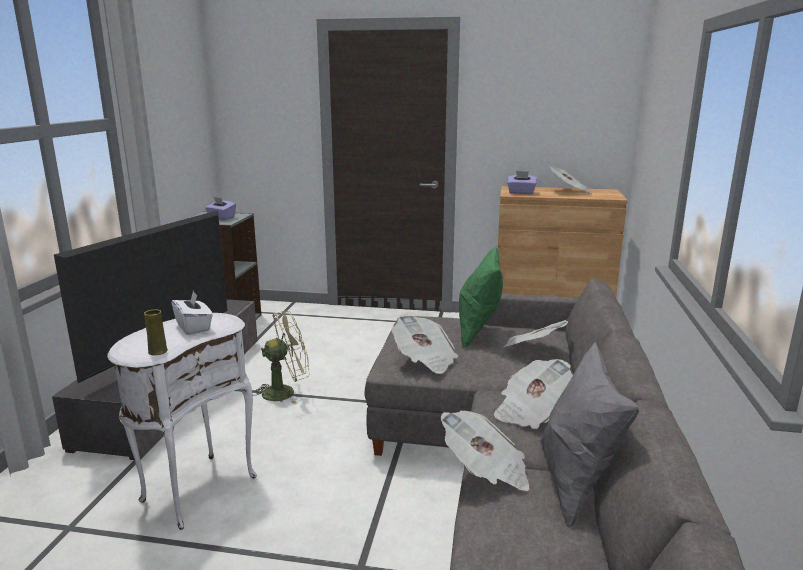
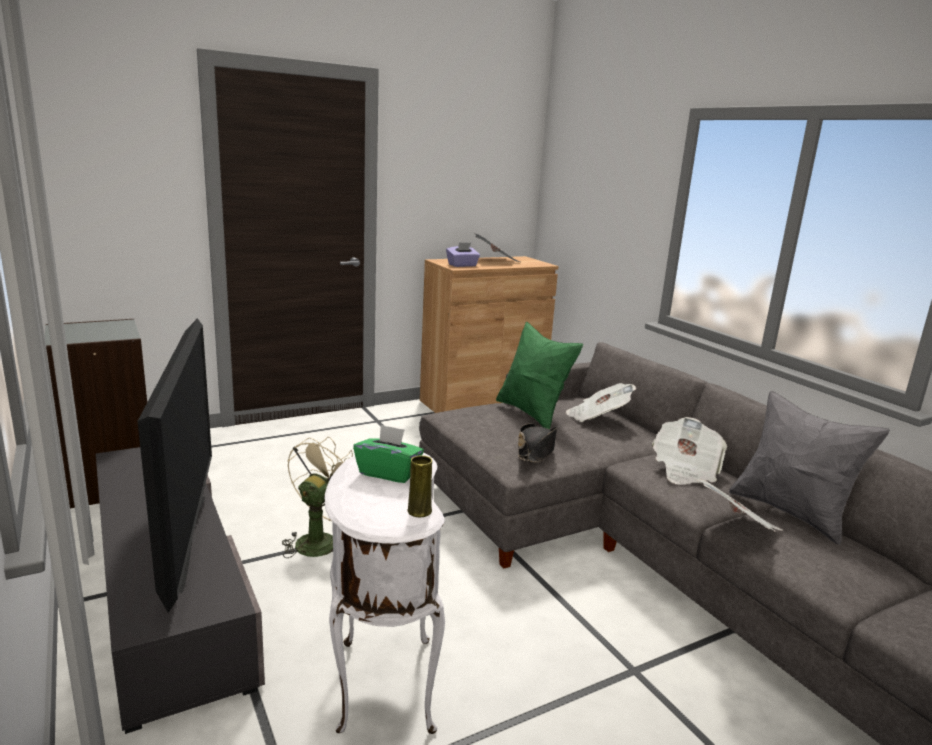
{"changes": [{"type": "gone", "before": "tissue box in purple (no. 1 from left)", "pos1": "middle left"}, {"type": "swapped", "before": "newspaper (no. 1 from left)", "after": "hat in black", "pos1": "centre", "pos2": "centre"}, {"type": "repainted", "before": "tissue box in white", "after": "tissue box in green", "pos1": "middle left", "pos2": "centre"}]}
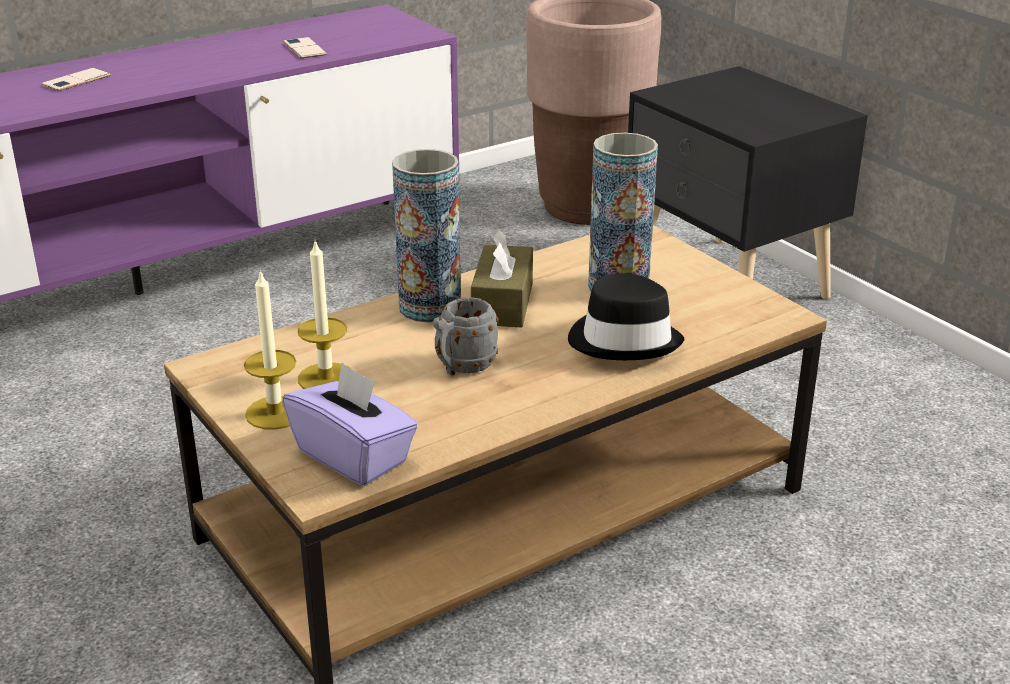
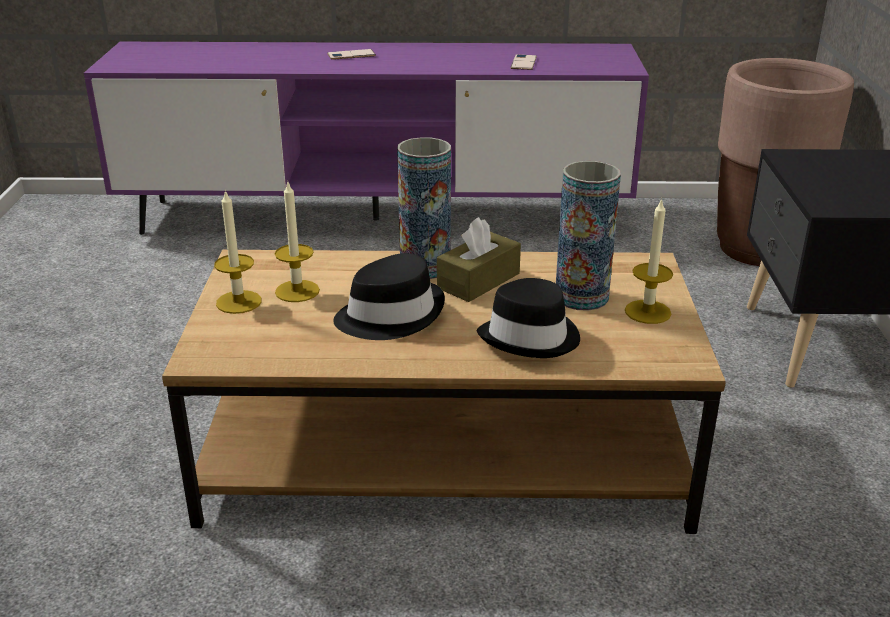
{"changes": [{"type": "gone", "before": "tissue box in purple", "pos1": "centre"}, {"type": "new", "after": "candle (no. 3 from left)", "pos2": "middle right"}, {"type": "swapped", "before": "mug in grey", "after": "hat in black (no. 1 from left)", "pos1": "centre", "pos2": "centre"}]}
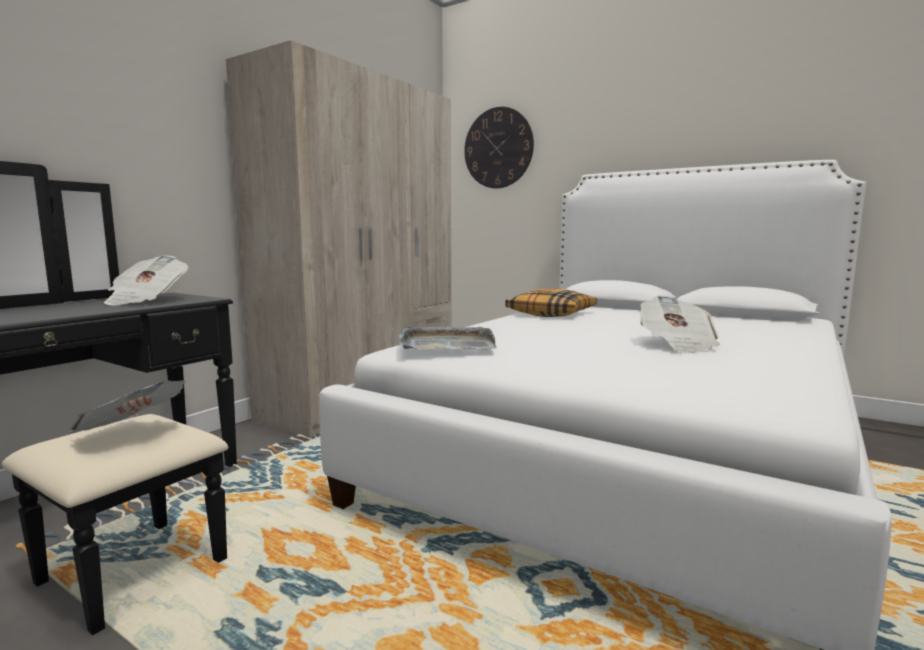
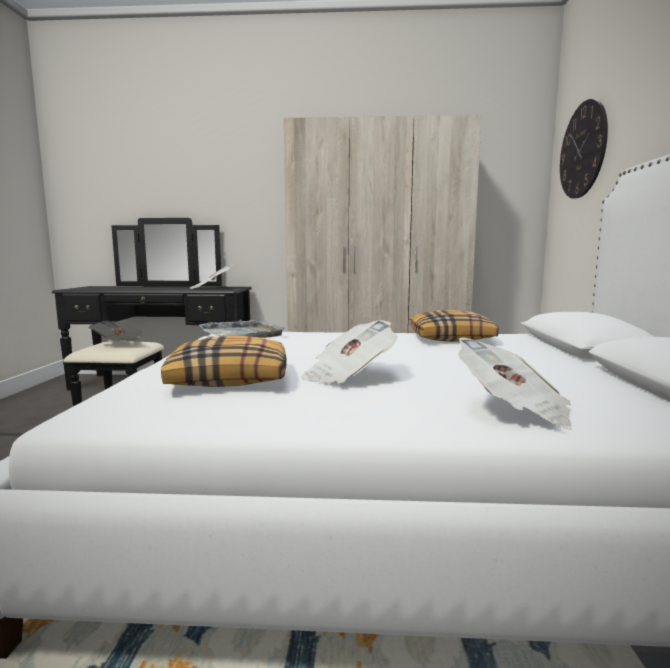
{"changes": [{"type": "new", "after": "pillow (no. 1 from left)", "pos2": "centre"}, {"type": "new", "after": "newspaper (no. 4 from left)", "pos2": "middle right"}]}
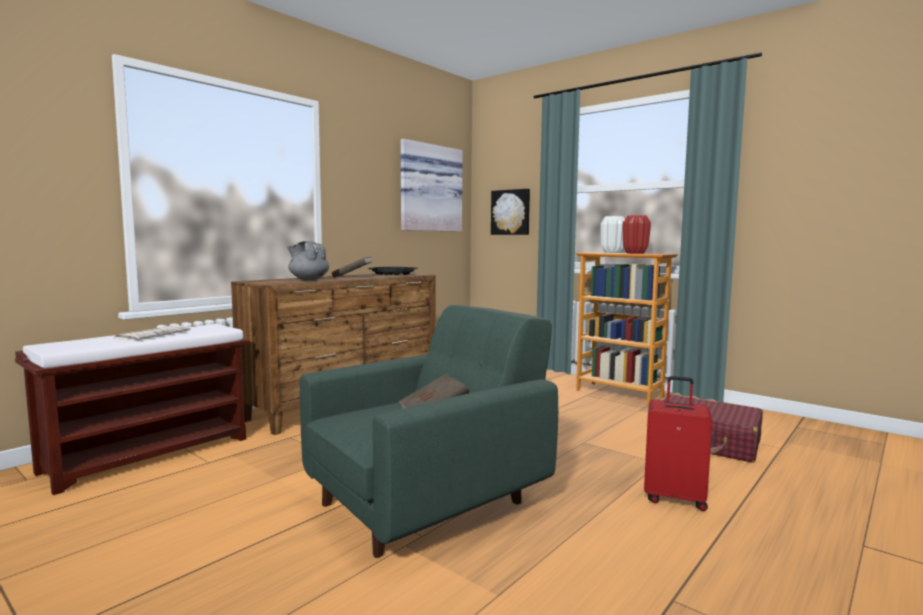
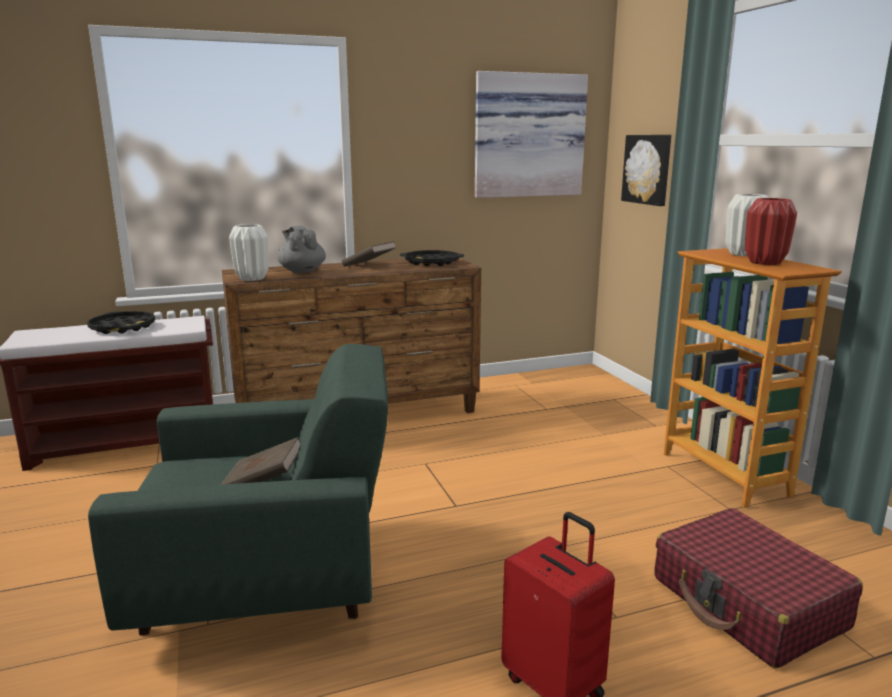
{"changes": [{"type": "new", "after": "vase in white (no. 1 from left)", "pos2": "middle left"}, {"type": "swapped", "before": "newspaper", "after": "tray in black (no. 1 from left)", "pos1": "middle left", "pos2": "middle left"}]}
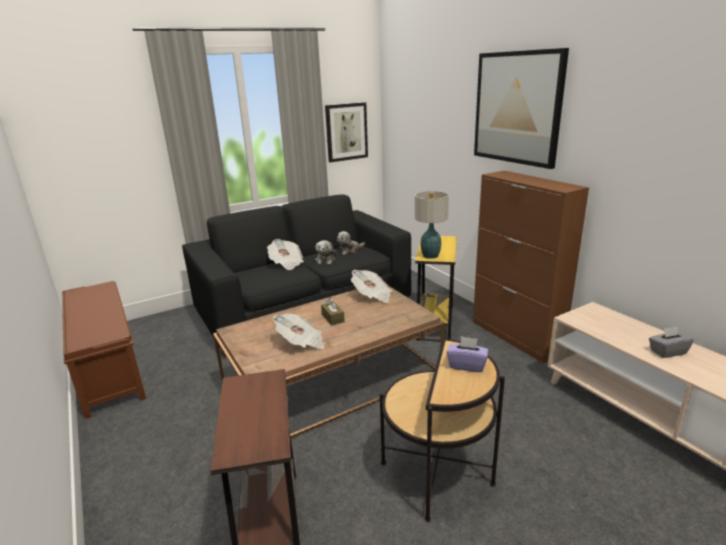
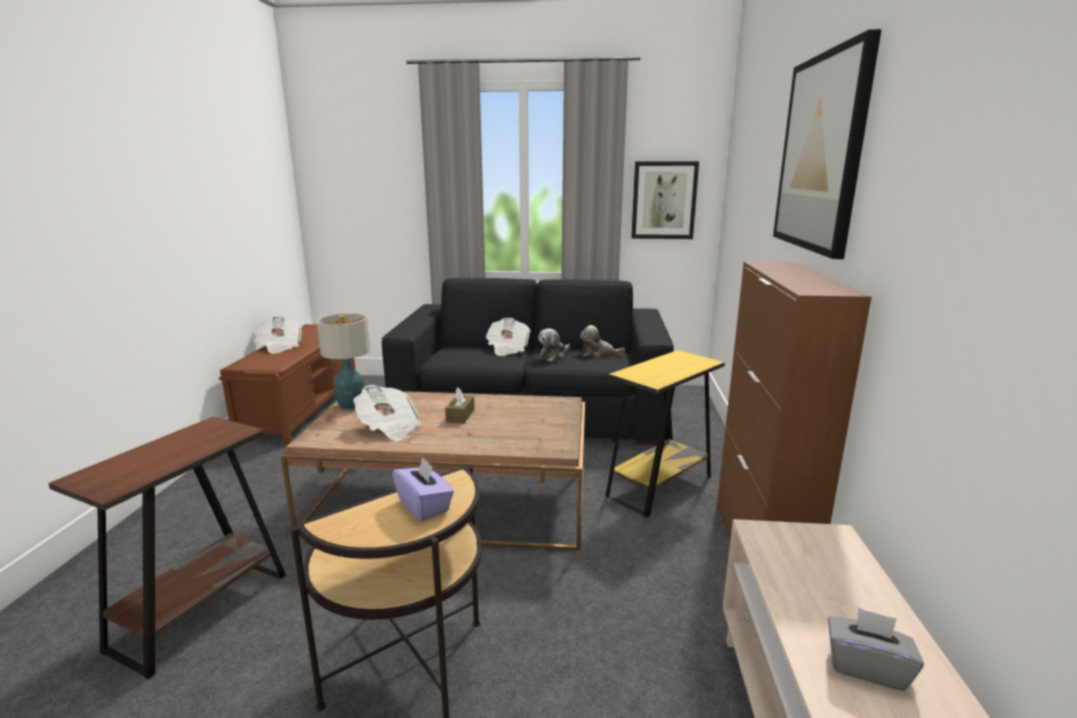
{"changes": [{"type": "shifted", "before": "newspaper (no. 3 from left in the first image)", "after": "newspaper (no. 1 from left)", "pos1": "centre", "pos2": "middle left"}, {"type": "shifted", "before": "table lamp", "pos1": "centre", "pos2": "middle left"}]}
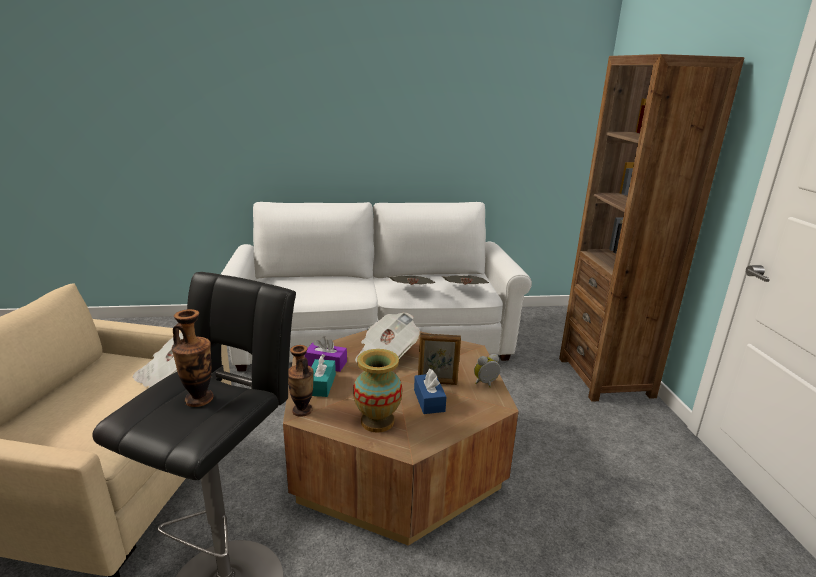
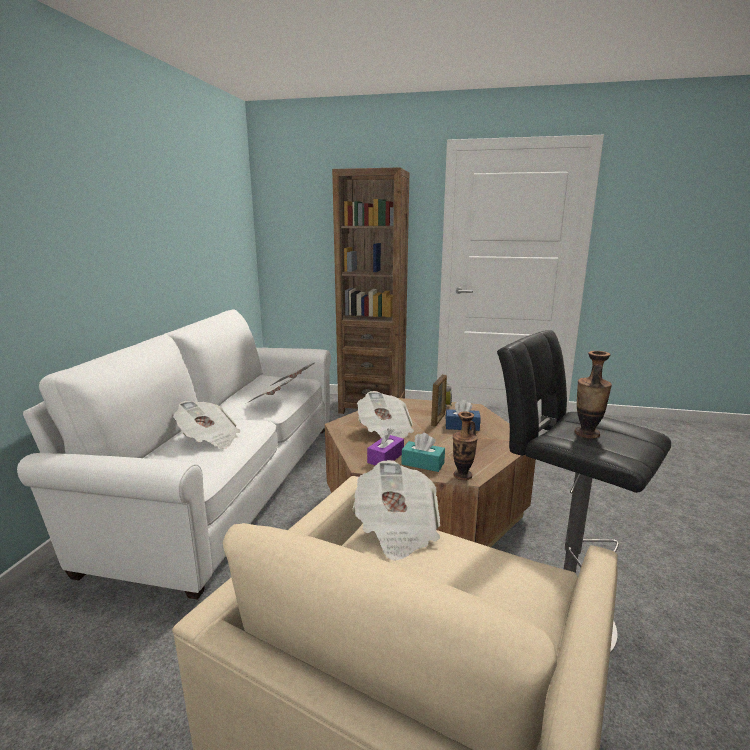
{"changes": [{"type": "gone", "before": "vase (no. 3 from left)", "pos1": "bottom centre"}, {"type": "new", "after": "newspaper (no. 1 from left)", "pos2": "middle left"}]}
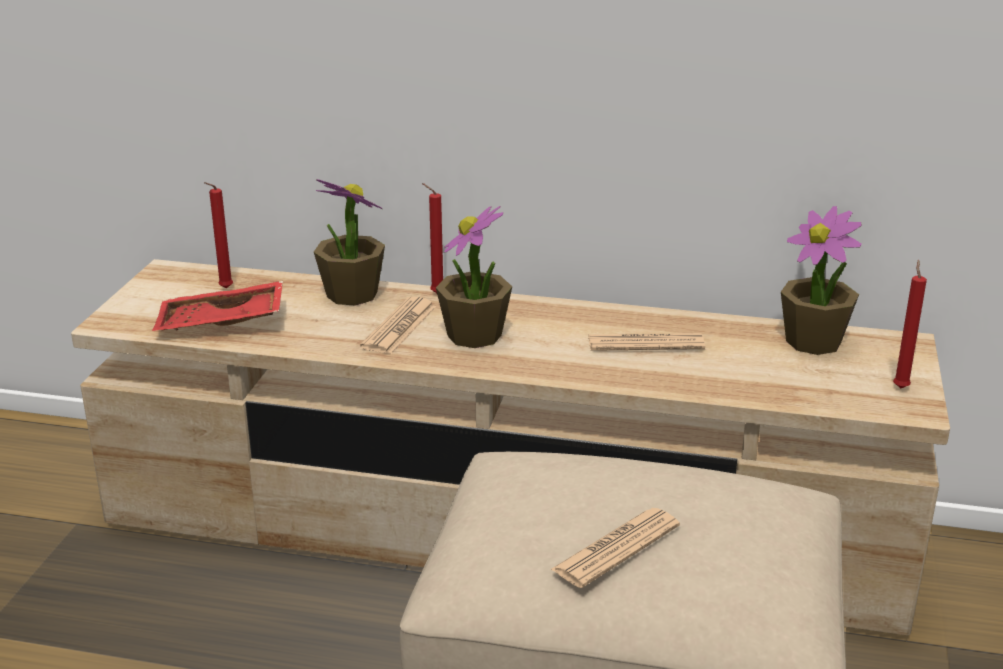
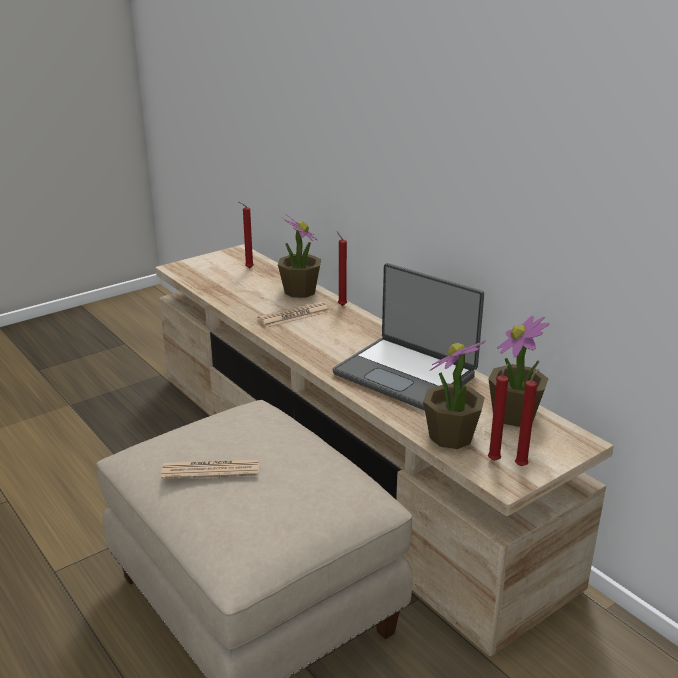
{"changes": [{"type": "gone", "before": "tray in red", "pos1": "middle left"}, {"type": "new", "after": "candle in red (no. 3 from left)", "pos2": "middle right"}, {"type": "shifted", "before": "potted plant (no. 2 from left)", "pos1": "centre", "pos2": "middle right"}, {"type": "swapped", "before": "newspaper (no. 3 from left)", "after": "laptop", "pos1": "centre", "pos2": "centre"}]}
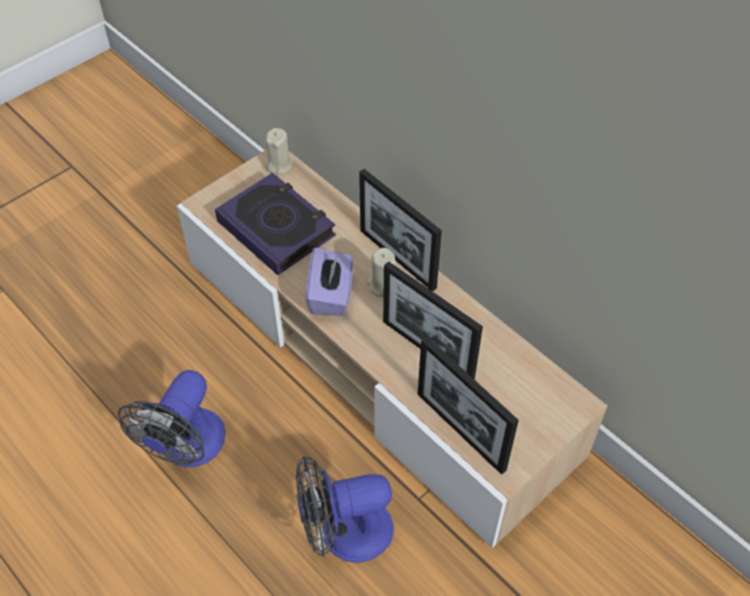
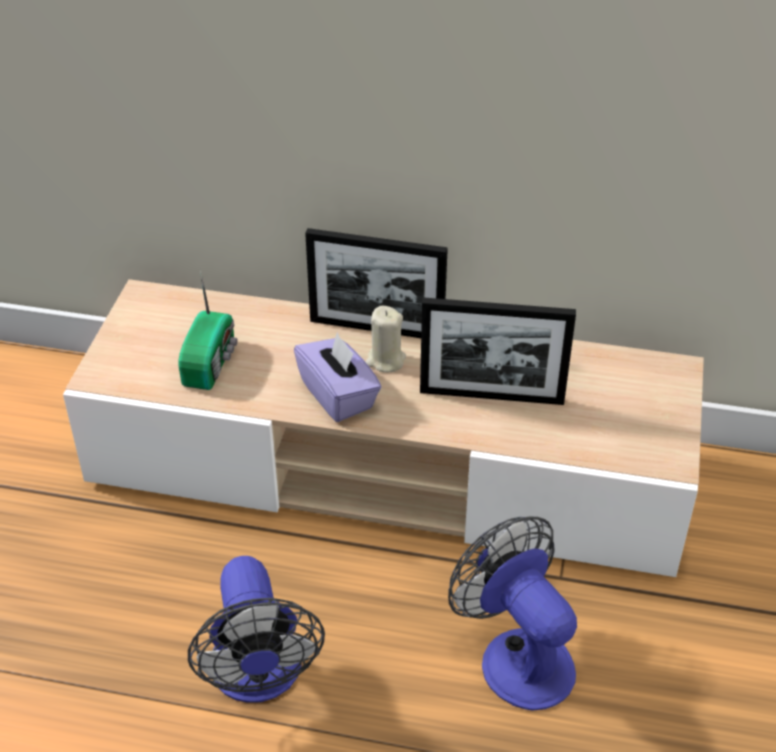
{"changes": [{"type": "gone", "before": "candle in beige (no. 1 from left)", "pos1": "top centre"}, {"type": "gone", "before": "picture frame (no. 3 from left)", "pos1": "bottom centre"}, {"type": "swapped", "before": "book", "after": "radio", "pos1": "centre", "pos2": "middle left"}, {"type": "rotated", "before": "fan (no. 2 from left)", "pos1": "bottom centre", "pos2": "bottom centre", "turn": 105}]}
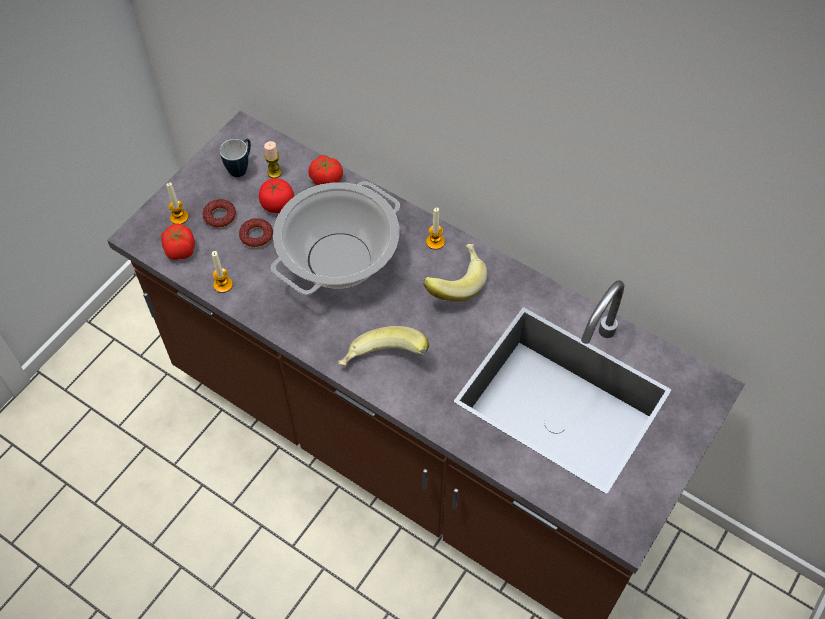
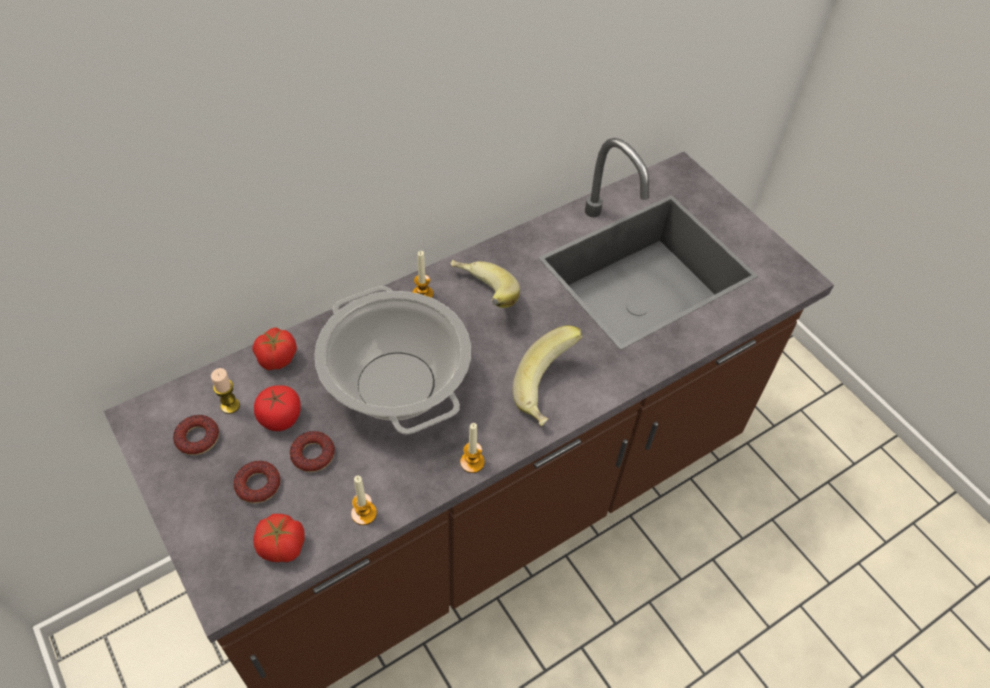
{"changes": [{"type": "shifted", "before": "candle (no. 1 from left in the first image)", "after": "candle (no. 4 from left)", "pos1": "top left", "pos2": "centre"}, {"type": "swapped", "before": "mug", "after": "donut (no. 1 from left)", "pos1": "top left", "pos2": "middle left"}]}
